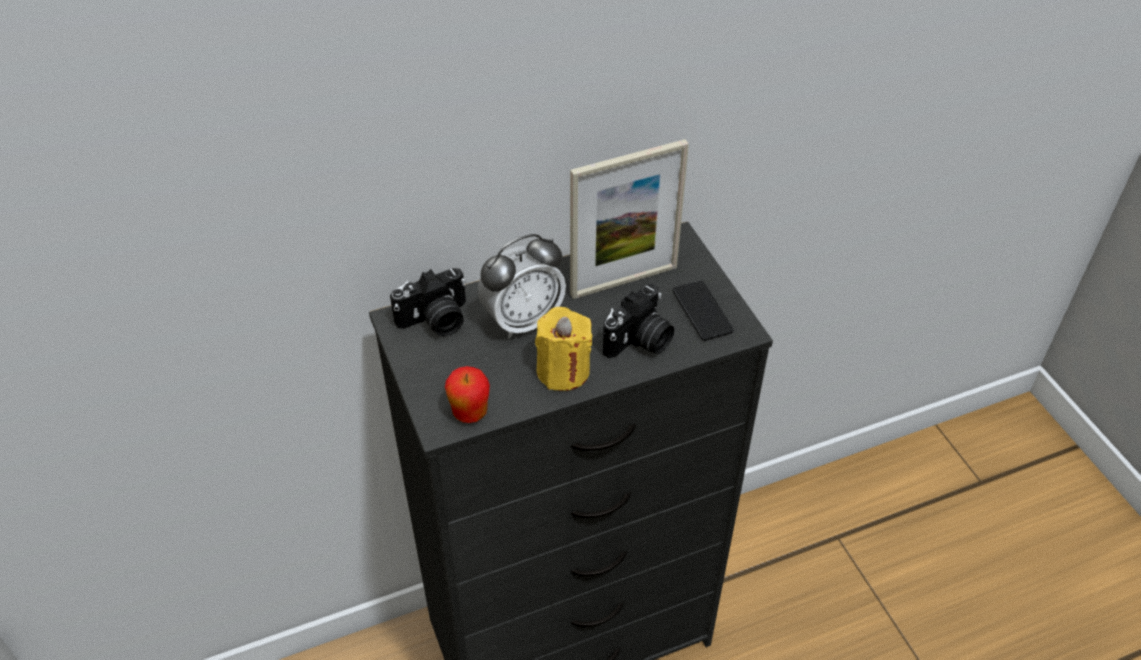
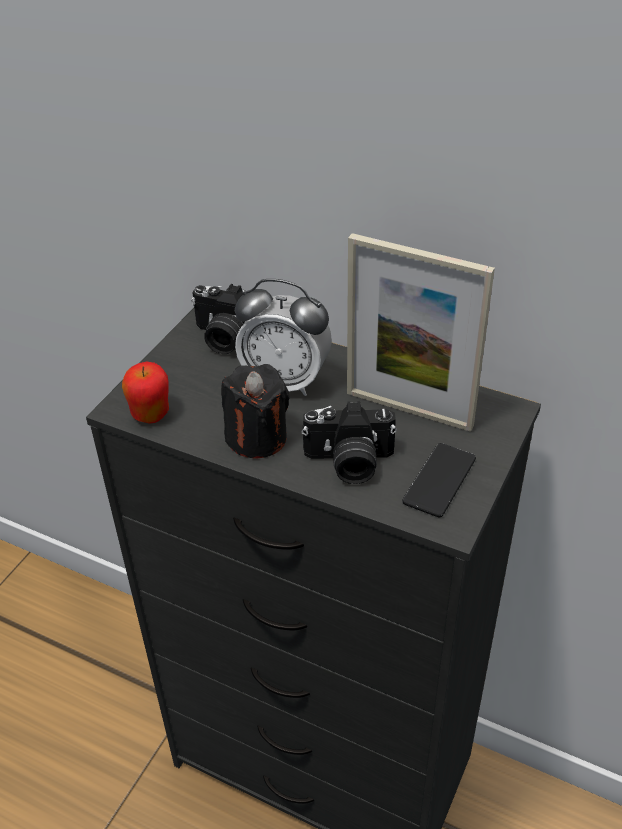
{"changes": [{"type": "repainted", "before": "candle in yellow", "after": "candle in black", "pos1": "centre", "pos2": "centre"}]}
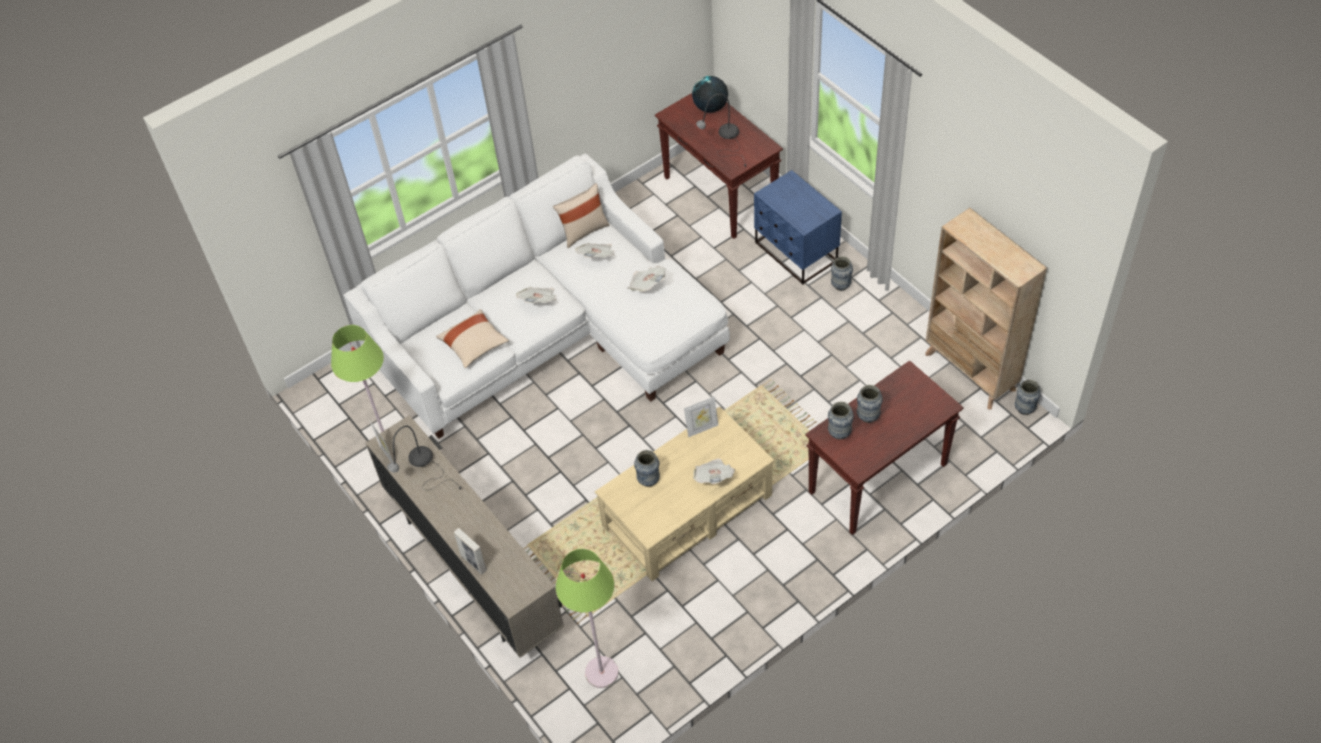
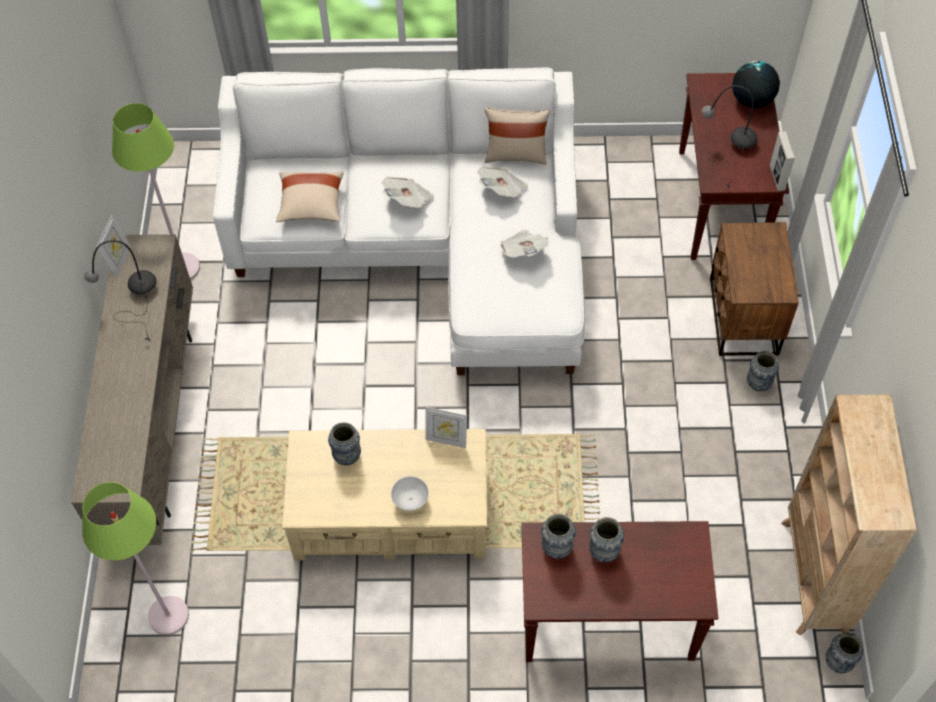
{"changes": [{"type": "shifted", "before": "picture frame (no. 2 from left in the first image)", "after": "picture frame (no. 3 from left)", "pos1": "bottom centre", "pos2": "top right"}, {"type": "swapped", "before": "newspaper (no. 4 from left)", "after": "bowl in white", "pos1": "centre", "pos2": "bottom centre"}, {"type": "repainted", "before": "nightstand in blue", "after": "nightstand in brown", "pos1": "top centre", "pos2": "middle right"}]}
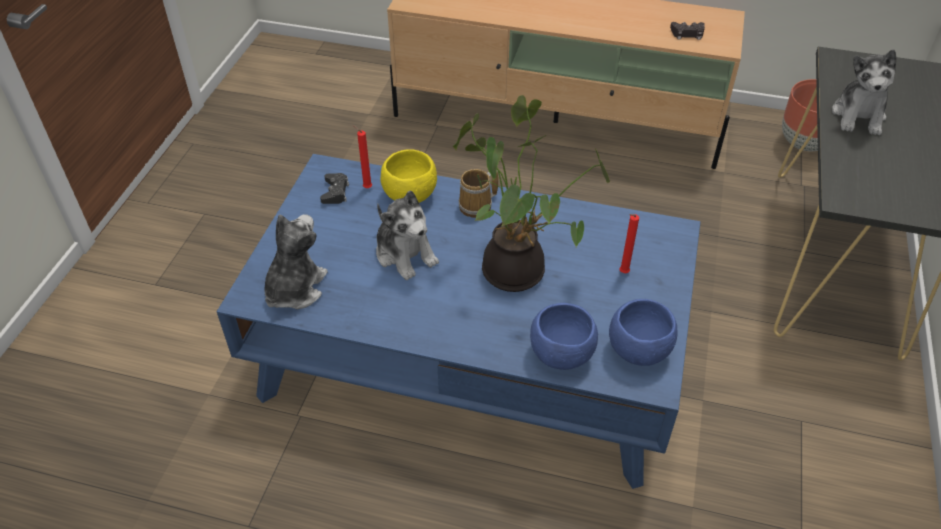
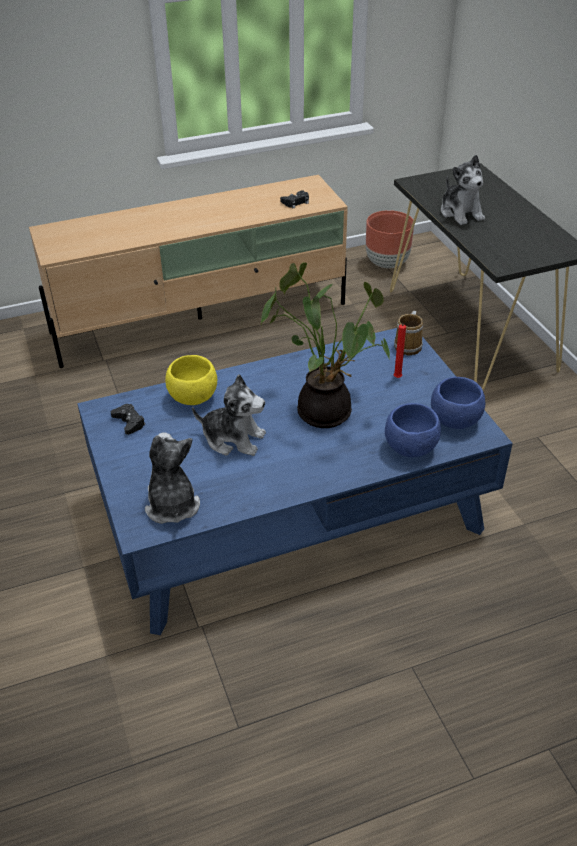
{"changes": [{"type": "gone", "before": "candle in red (no. 1 from left)", "pos1": "top centre"}, {"type": "shifted", "before": "mug", "pos1": "centre", "pos2": "middle right"}]}
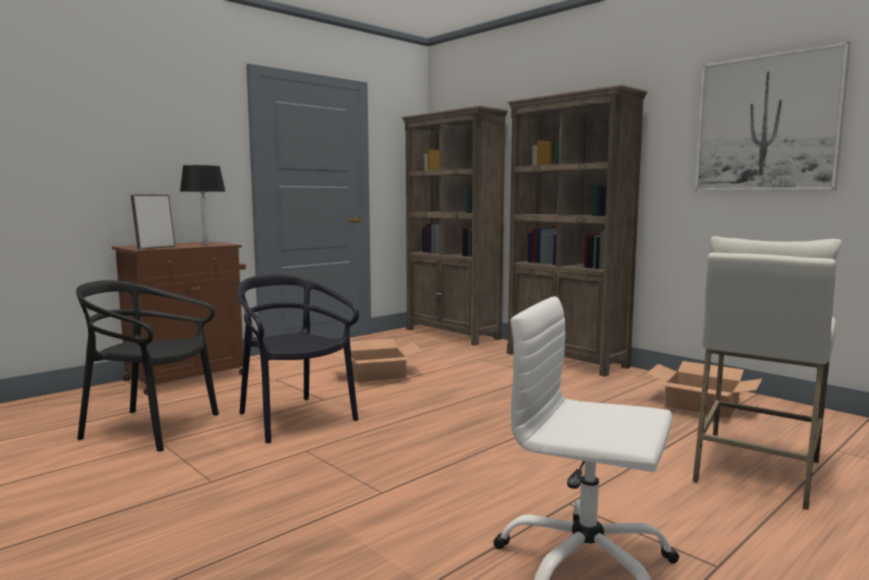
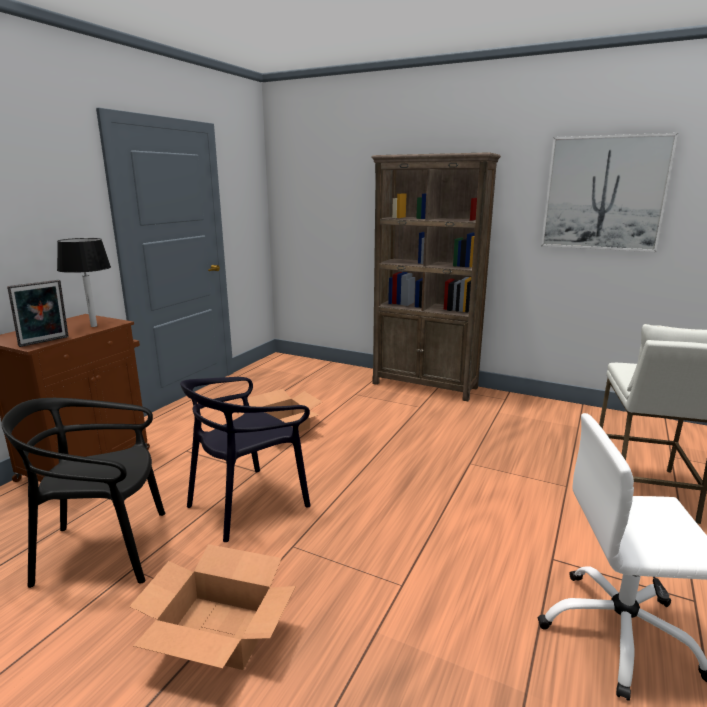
{"changes": [{"type": "gone", "before": "bookcase in brown (no. 1 from left)", "pos1": "centre"}, {"type": "shifted", "before": "cardboard box (no. 2 from left in the first image)", "after": "cardboard box (no. 1 from left)", "pos1": "bottom right", "pos2": "bottom left"}, {"type": "rotated", "before": "picture frame", "pos1": "middle left", "pos2": "middle left", "turn": -150}, {"type": "rotated", "before": "chair in black (no. 2 from left)", "pos1": "centre", "pos2": "centre", "turn": -75}]}
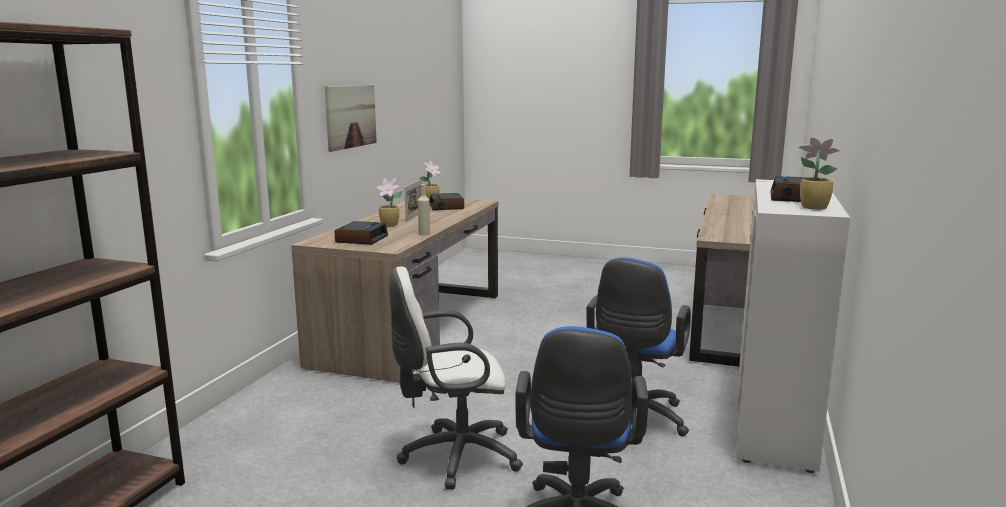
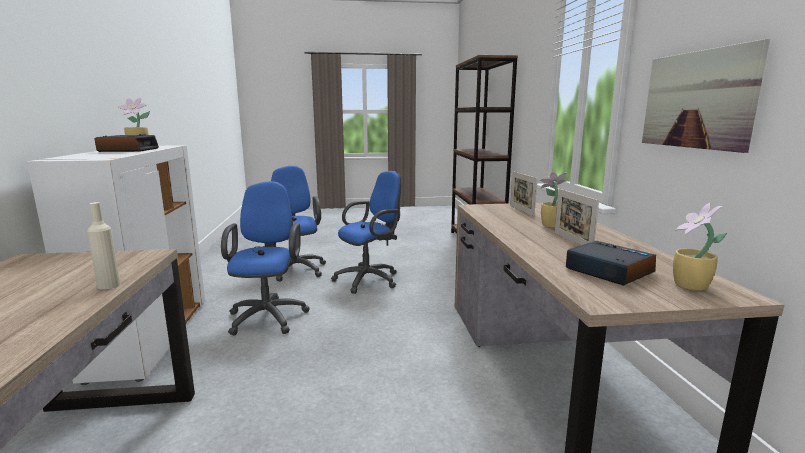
{"changes": [{"type": "shifted", "before": "bottle in beige", "pos1": "centre", "pos2": "middle left"}, {"type": "swapped", "before": "alarm clock (no. 1 from left)", "after": "picture frame (no. 1 from left)", "pos1": "centre", "pos2": "centre"}, {"type": "repainted", "before": "office chair in white", "after": "office chair in blue (no. 3 from left)", "pos1": "bottom centre", "pos2": "centre"}]}
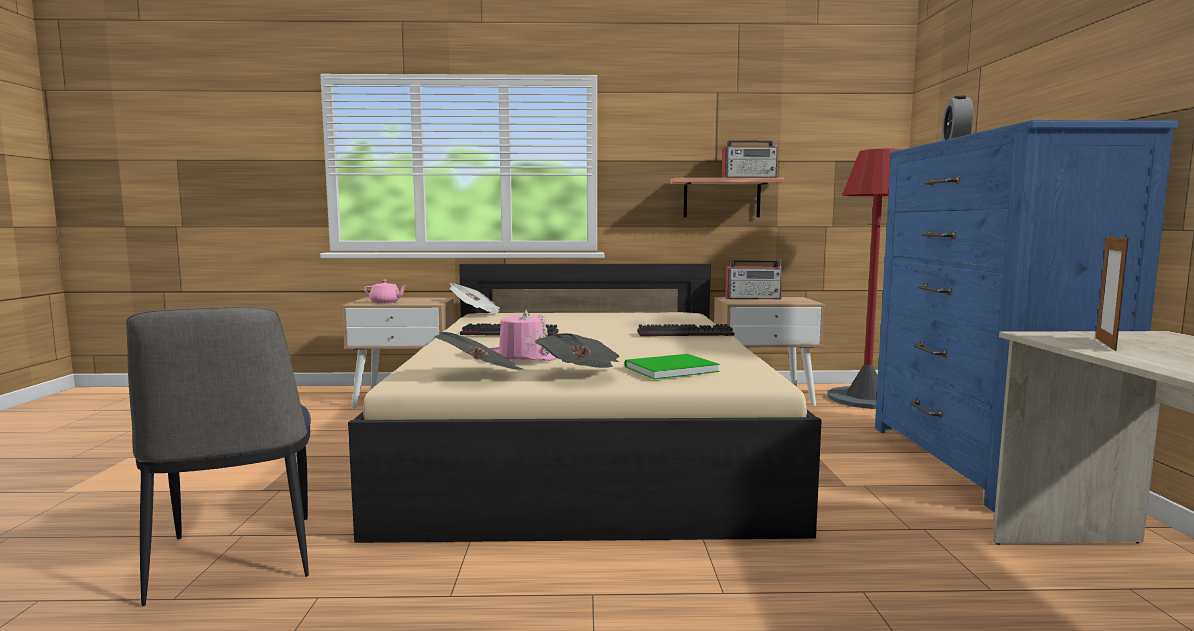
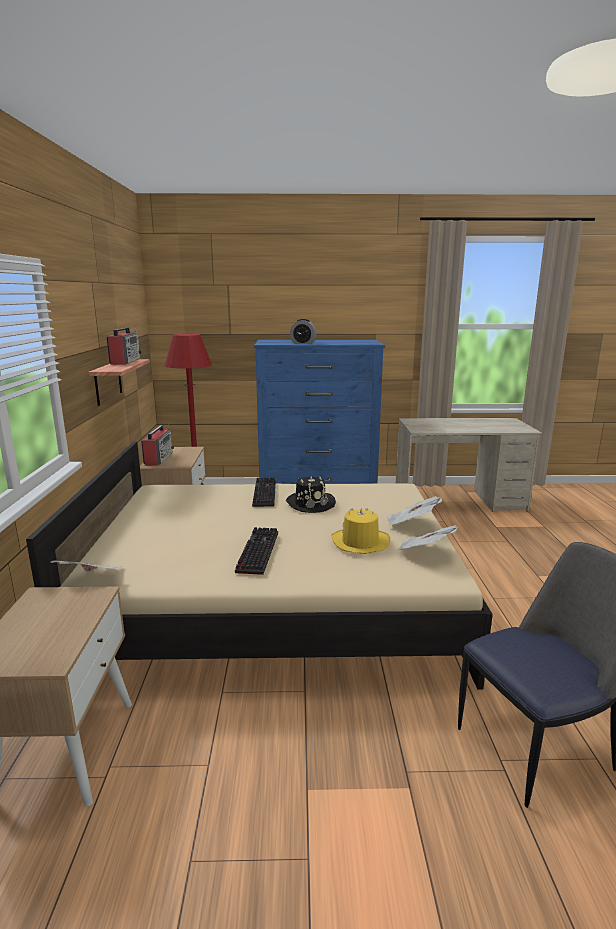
{"changes": [{"type": "gone", "before": "teapot in pink", "pos1": "middle left"}, {"type": "gone", "before": "book in green", "pos1": "centre"}, {"type": "gone", "before": "picture frame", "pos1": "middle right"}, {"type": "new", "after": "hat in black", "pos2": "centre"}, {"type": "repainted", "before": "hat in pink", "after": "hat in yellow", "pos1": "centre", "pos2": "centre"}]}
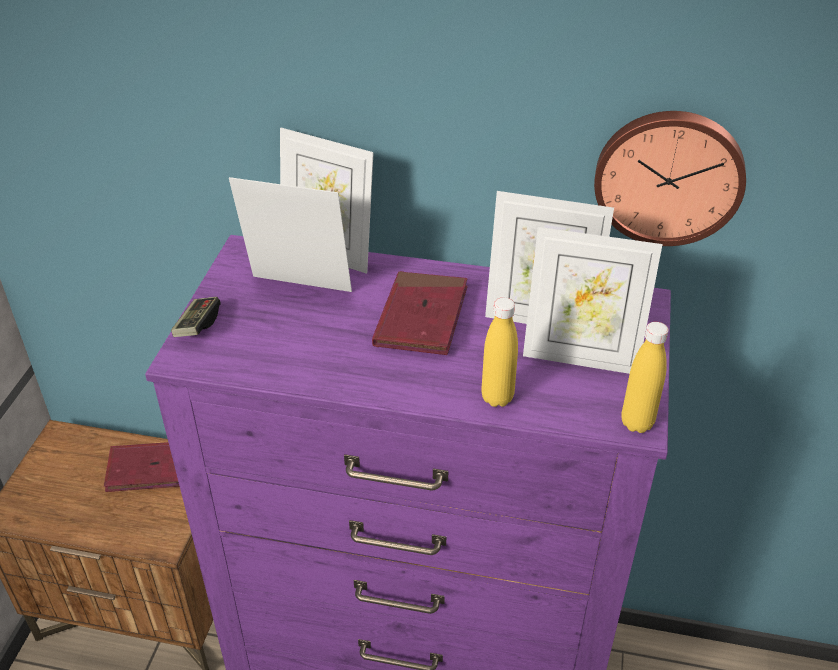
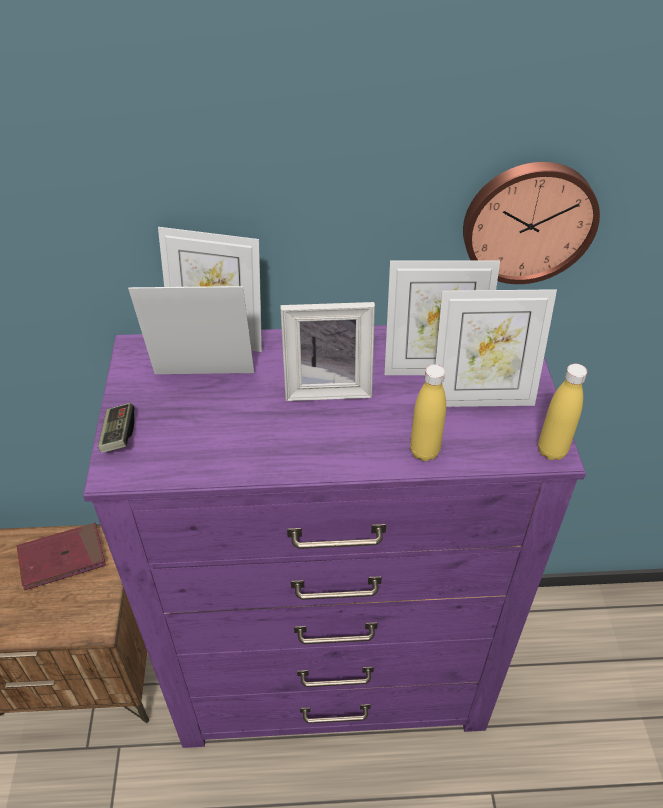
{"changes": [{"type": "swapped", "before": "book in red (no. 2 from left)", "after": "picture frame (no. 3 from left)", "pos1": "centre", "pos2": "centre"}]}
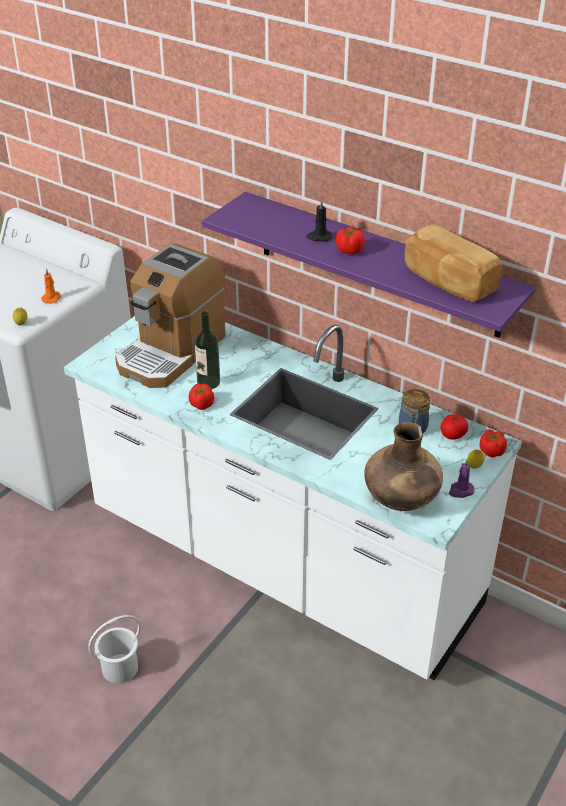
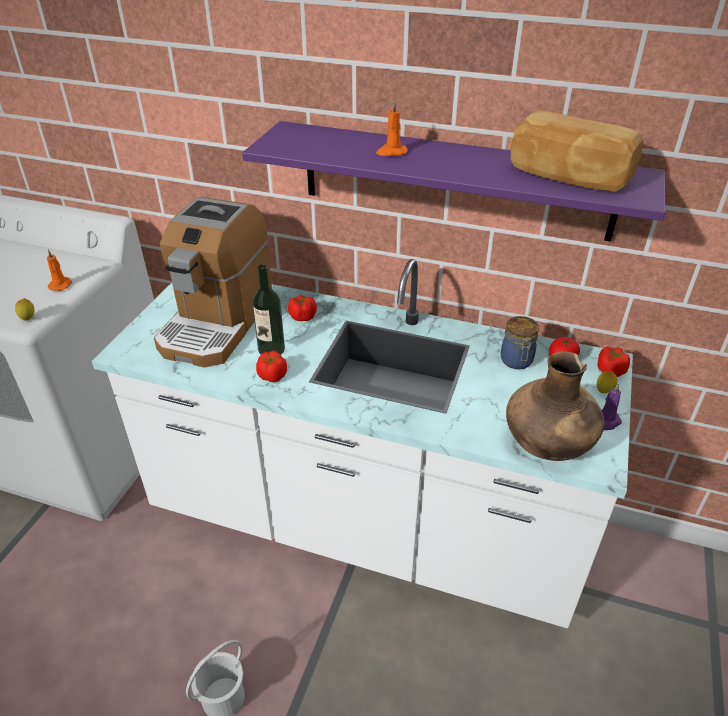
{"changes": [{"type": "shifted", "before": "tomato (no. 2 from left)", "pos1": "top centre", "pos2": "centre"}, {"type": "repainted", "before": "candle in black", "after": "candle in orange (no. 2 from left)", "pos1": "top centre", "pos2": "top centre"}]}
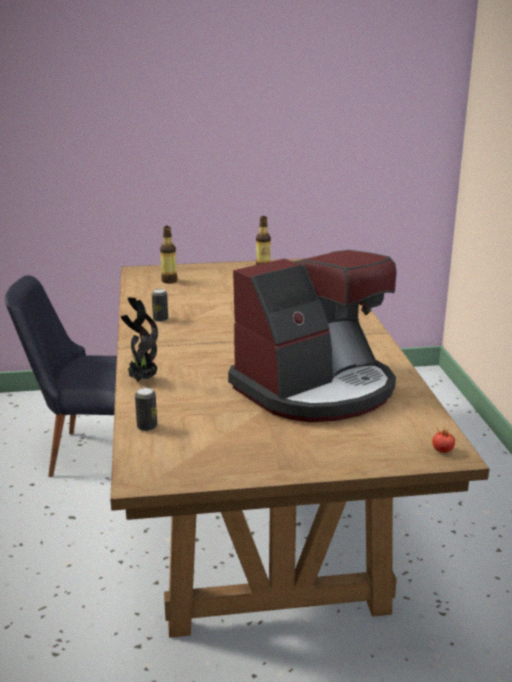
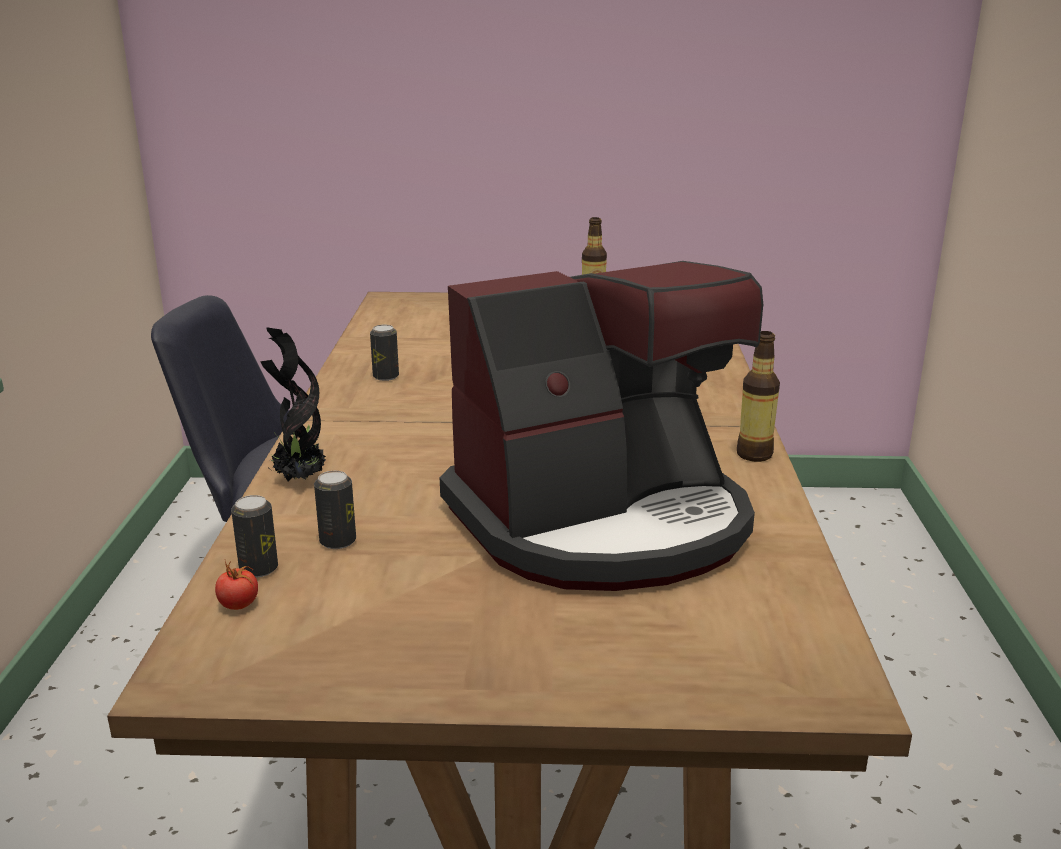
{"changes": [{"type": "new", "after": "can (no. 2 from left)", "pos2": "middle left"}, {"type": "shifted", "before": "bottle (no. 1 from left in the first image)", "after": "bottle (no. 2 from left)", "pos1": "middle left", "pos2": "middle right"}, {"type": "shifted", "before": "tomato", "pos1": "middle right", "pos2": "bottom left"}]}
